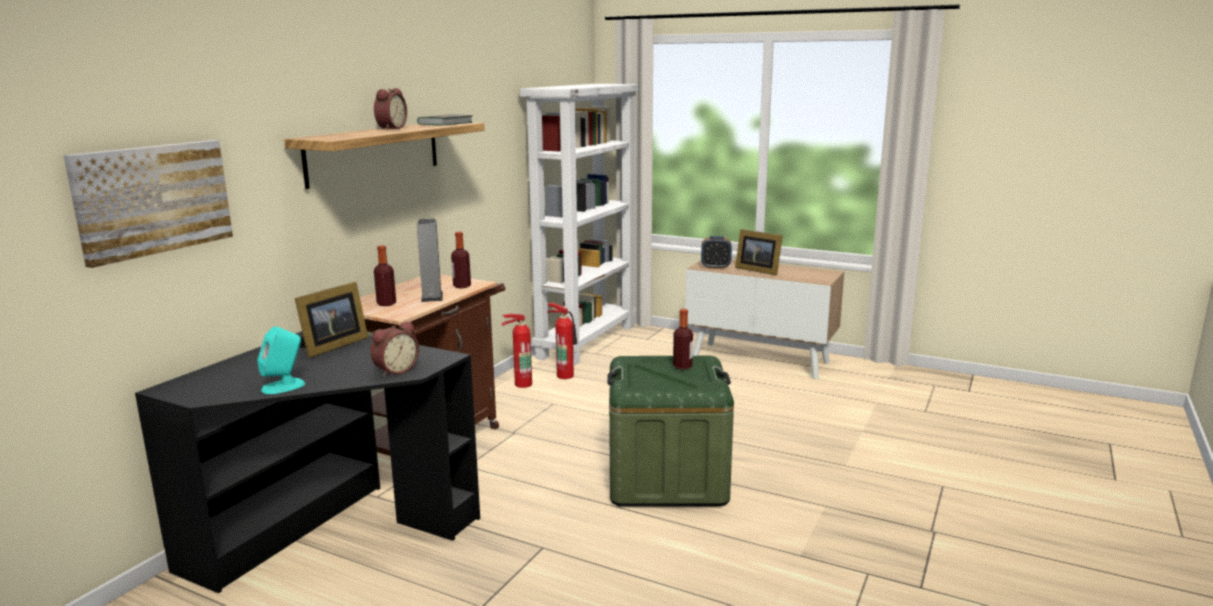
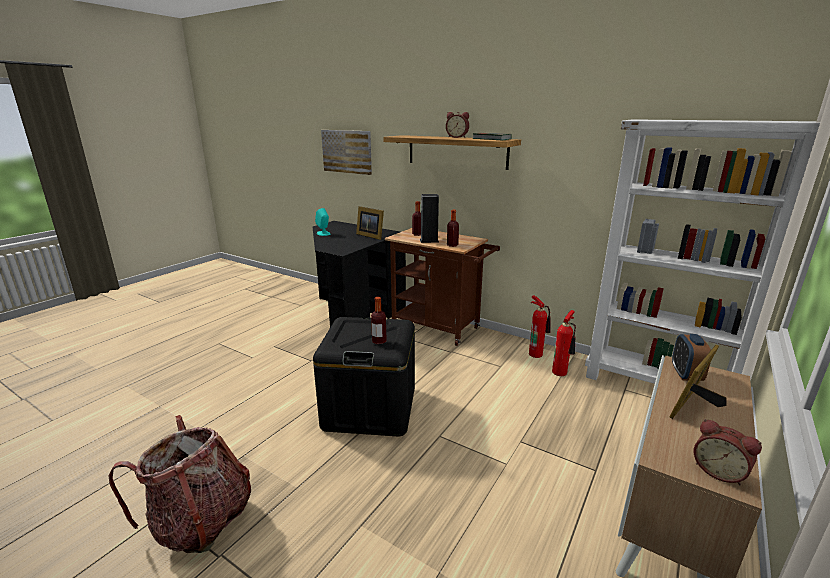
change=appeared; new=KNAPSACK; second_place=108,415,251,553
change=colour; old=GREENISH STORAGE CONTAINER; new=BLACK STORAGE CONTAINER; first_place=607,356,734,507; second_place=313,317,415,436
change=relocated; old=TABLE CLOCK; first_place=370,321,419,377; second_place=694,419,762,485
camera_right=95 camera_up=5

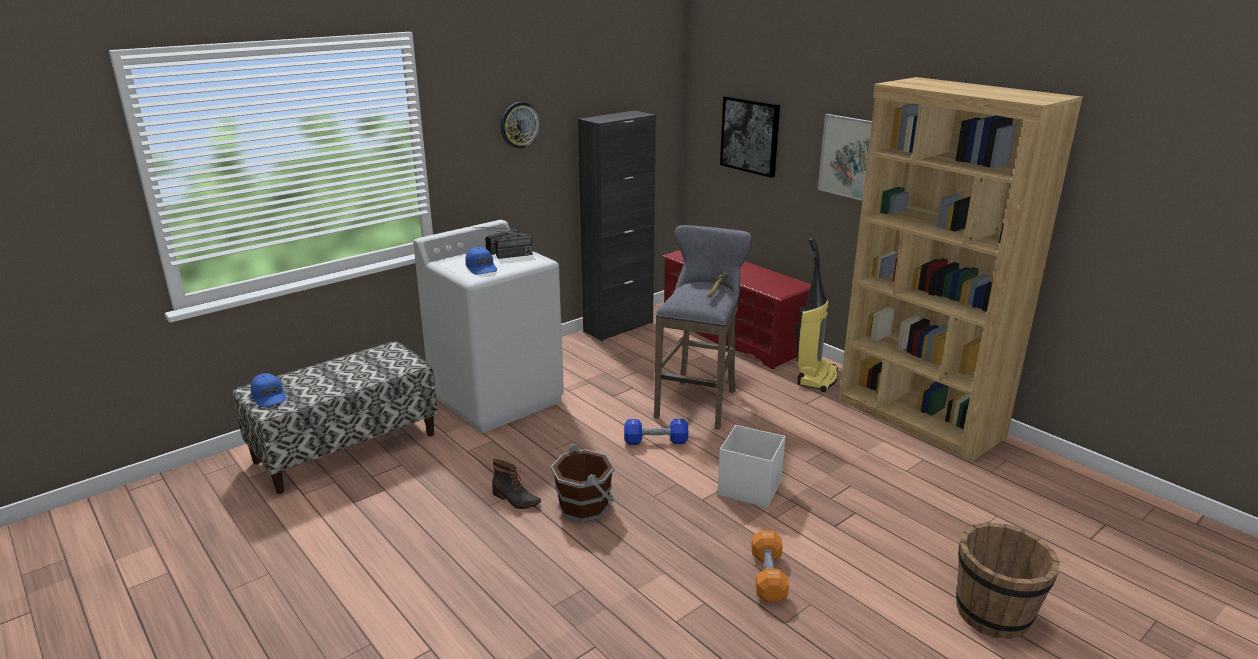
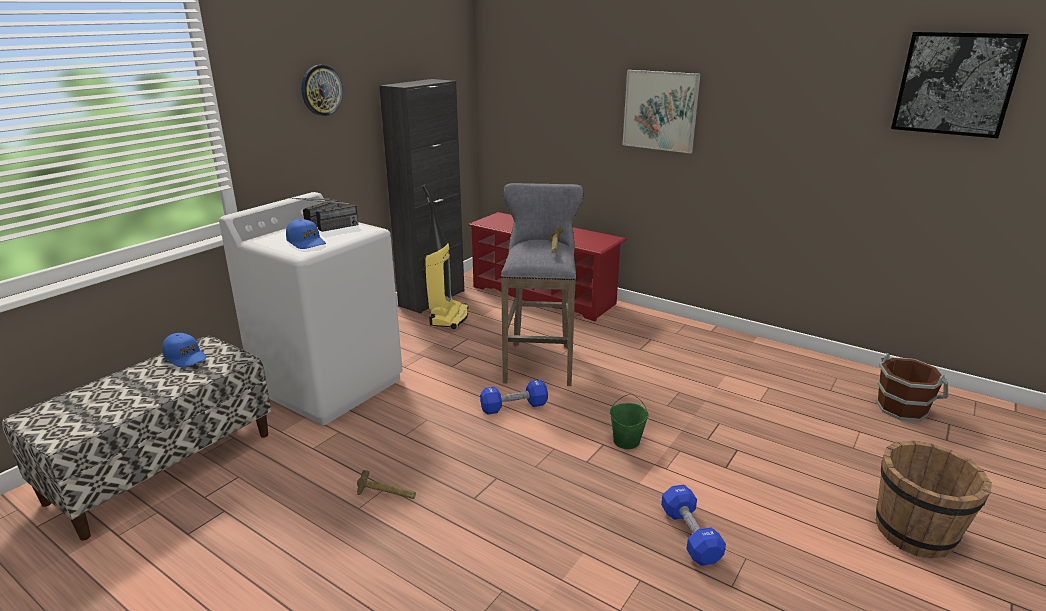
change=relocated; old=BLUE CAP; first_place=251,373,286,407; second_place=162,333,206,367
change=exchanged; old=HIGH-TOP BOOT; new=HAND HAMMER; first_place=492,459,541,509; second_place=357,470,416,499
change=relocated; old=VACUUM CLEANER; first_place=795,237,838,392; second_place=422,184,469,329
change=exchanged; old=WHITE STORAGE CONTAINER; new=GREENISH BUCKET; first_place=717,425,785,508; second_place=610,394,649,449
change=colour; old=ORANGE-COLOURED FREE WEIGHT; new=BLUE FREE WEIGHT; first_place=751,530,789,603; second_place=661,485,726,566
change=relocated; old=BROWNISH BUCKET; first_place=551,444,615,522; second_place=876,353,948,422
change=relocated; old=WALL ART; first_place=720,96,780,178; second_place=891,32,1029,138
change=missing; old=BROWNISH BOOKCASE; first_place=839,77,1082,462
camera_right=-15 camera_up=0

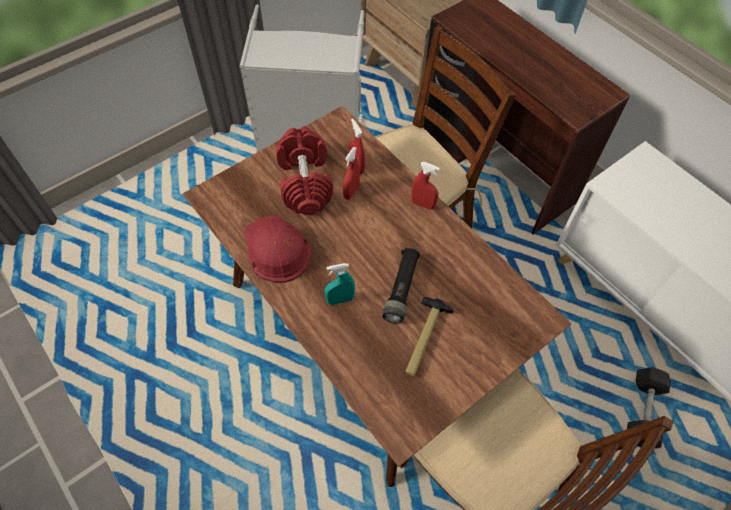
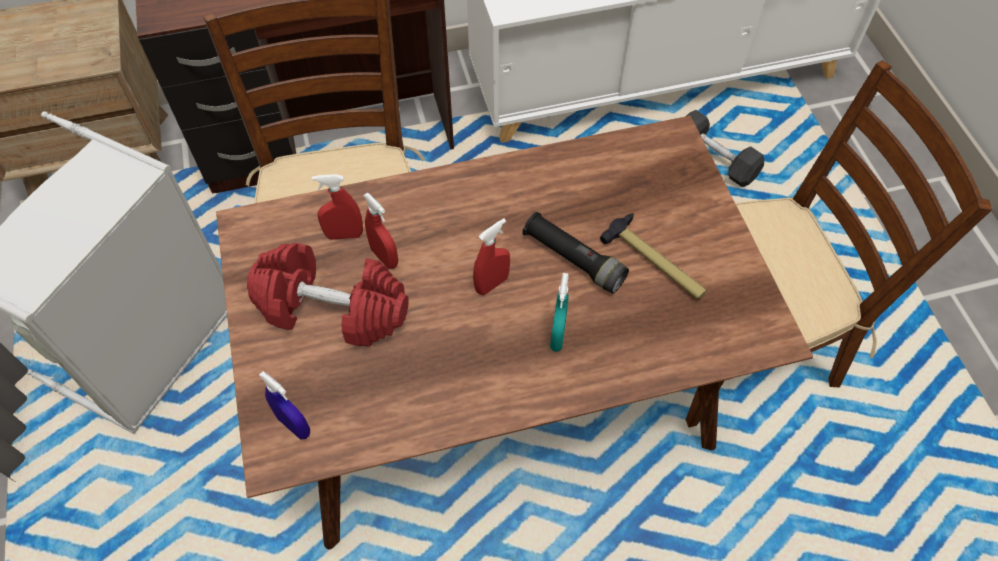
change=appeared; new=BLUE HAND SPRAYER; second_place=259,371,310,440
change=relocated; old=REDDISH HAND SPRAYER; first_place=411,162,440,210; second_place=473,218,510,295
change=missing; old=REDDISH SAFETY HELMET; first_place=244,215,311,283
camera_right=-65 camera_up=0

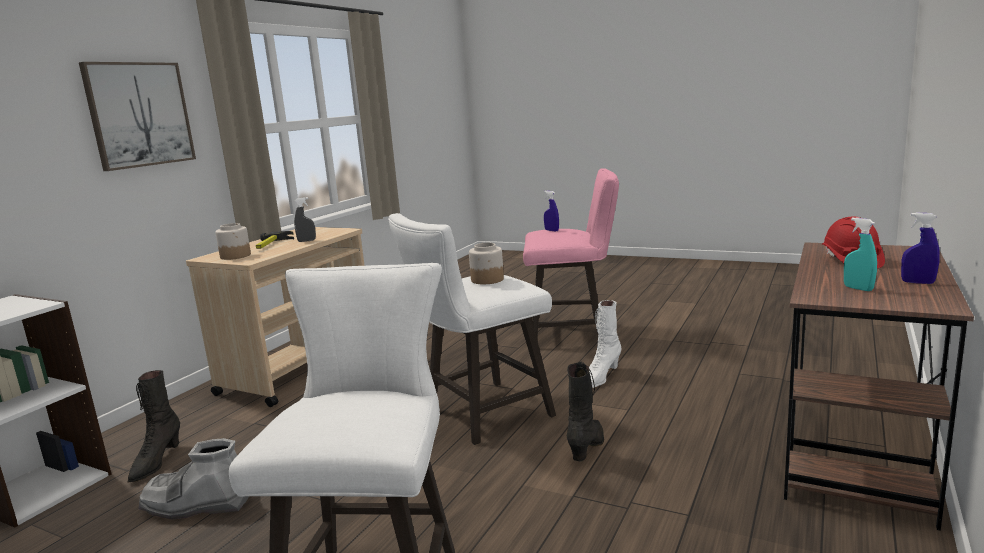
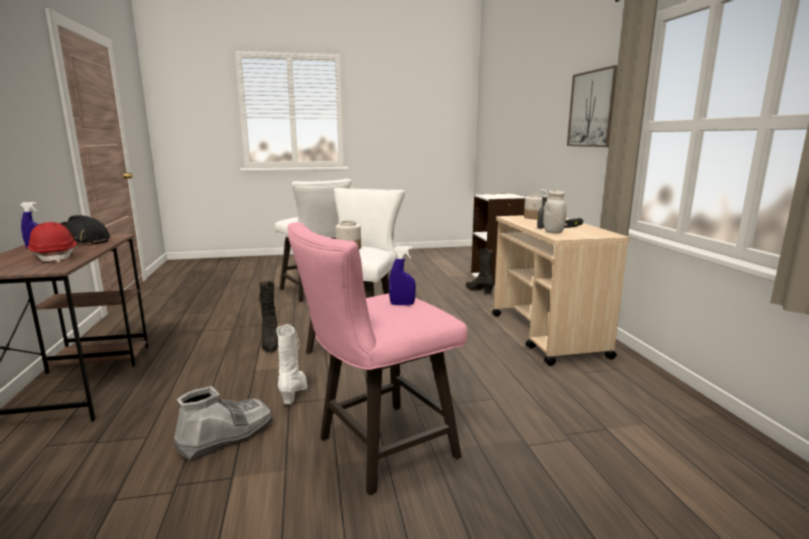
change=exchanged; old=TURQUOISE-COLOURED HAND SPRAYER; new=BLACK SAFETY HELMET; first_place=844,217,877,291; second_place=59,215,111,245
change=relocated; old=GRAY HIGH-TOP BOOT; first_place=139,438,249,519; second_place=173,386,273,461
change=appeared; new=WHITE STORAGE JAR; second_place=543,190,567,233
camera_right=140 camera_up=0

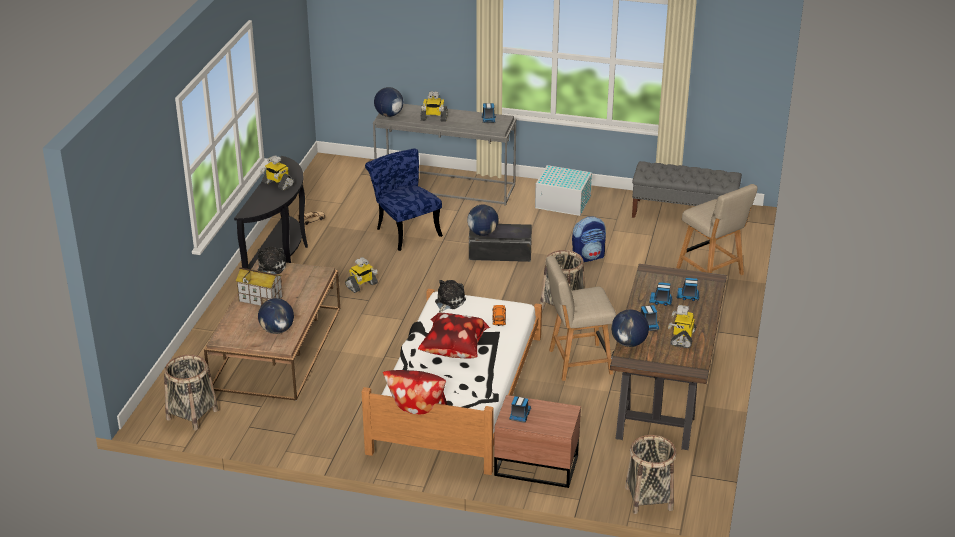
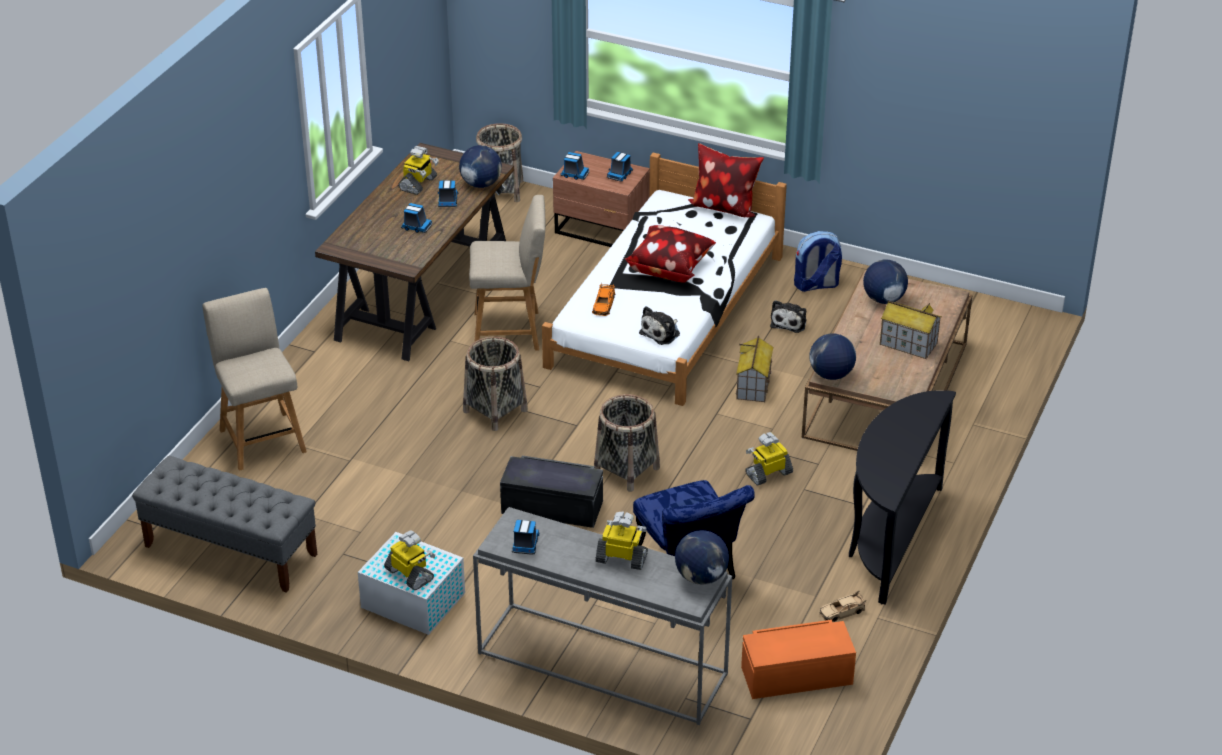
change=relocated; old=MODEL ROBOT; first_place=260,155,294,191; second_place=384,530,435,590
change=relocated; old=MODEL TRUCK; first_place=676,278,700,301; second_place=560,152,589,180
change=relocated; old=BASKET; first_place=164,355,218,430; second_place=594,394,660,492
change=appeared; new=MINIATURE HOUSE; second_place=736,336,773,402
change=appeared; new=ORANGE-COLOURED STORAGE CONTAINER; second_place=741,620,856,699
change=relocated; old=SOFT TOY; first_place=258,247,286,274; second_place=770,300,806,333
change=relocated; old=KNAPSACK; first_place=572,216,606,262; second_place=794,231,842,292
change=relocated; old=DESK GLOBE; first_place=467,204,499,236; second_place=809,333,856,380
camera_right=-170 camera_up=5

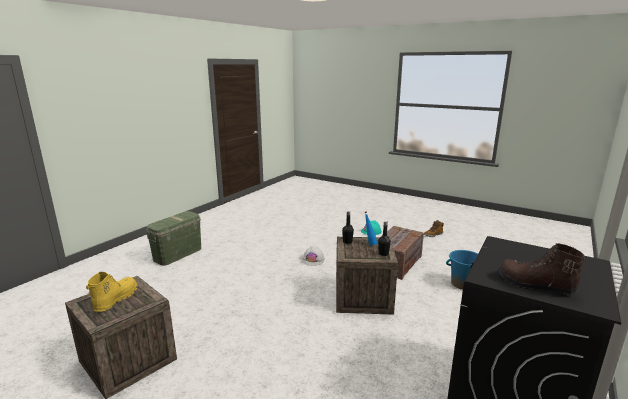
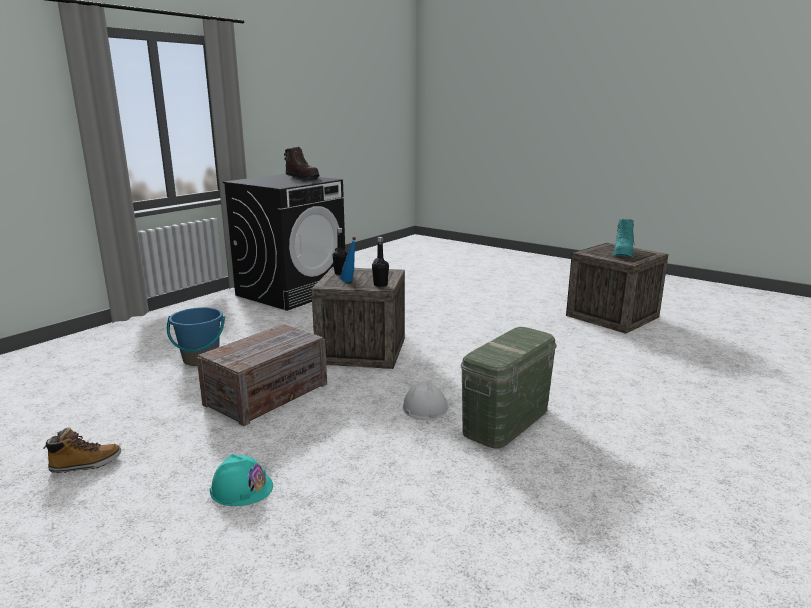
change=relocated; old=GREENISH STORAGE CONTAINER; first_place=146,211,201,266; second_place=461,327,557,449
change=colour; old=YELLOW-COLOURED HIGH-TOP BOOT; new=TURQUOISE-COLOURED HIGH-TOP BOOT; first_place=86,272,137,312; second_place=613,219,635,257
camera_right=-175 camera_up=0

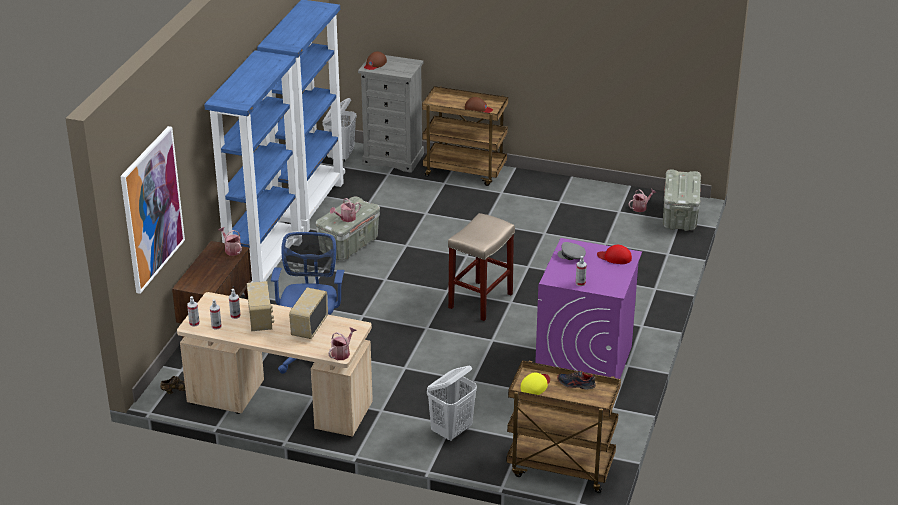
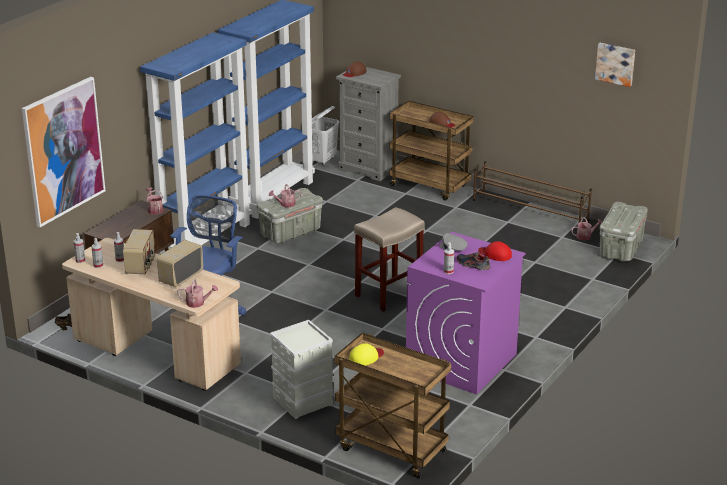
change=spun; old=SPRINKLING CAN; first_place=329,327,357,360; second_place=177,279,218,308; degrees=45
change=exchanged; old=WHITE HAMPER; new=GRAY STORAGE CONTAINER; first_place=427,366,477,441; second_place=270,320,333,419
change=relocated; old=LOW SHOE; first_place=557,371,596,389; second_place=457,252,490,270
change=appeared; new=BROWNISH SHOE RACK; second_place=473,161,592,223
change=appeared; new=WALL ART; second_place=595,43,635,87
camera_right=15 camera_up=-5

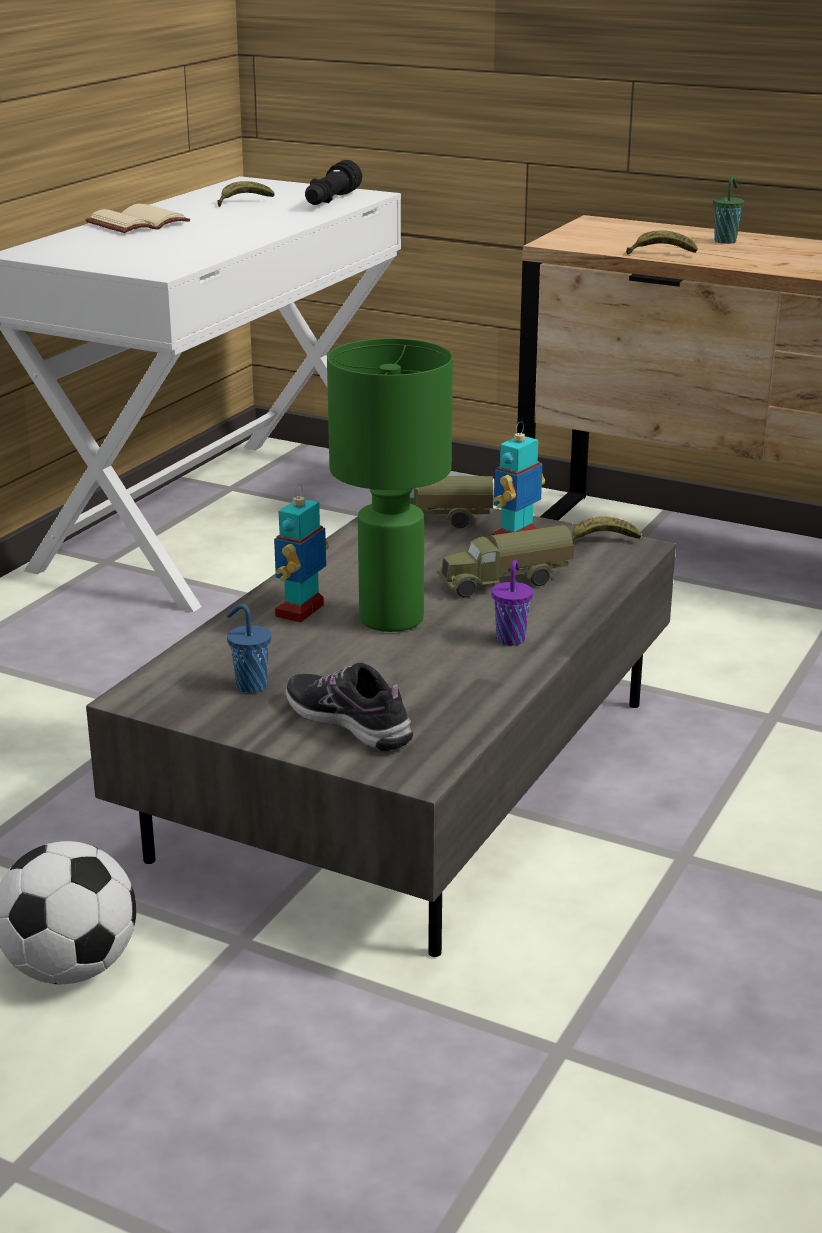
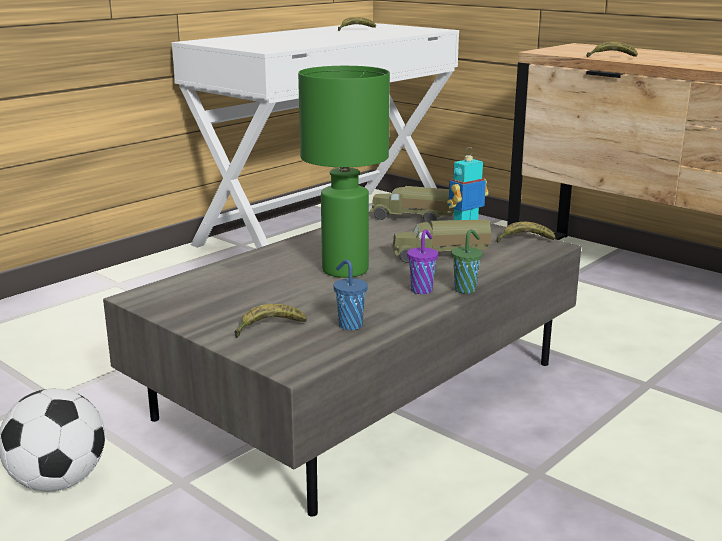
change=exchanged; old=LOW SHOE; new=WHOLE BANANA; first_place=285,663,413,751; second_place=235,304,307,338
change=relocated; old=BLUE DRINKING CUP; first_place=227,604,271,693; second_place=333,260,368,330
change=relocated; old=GREENISH DRINKING CUP; first_place=713,176,745,244; second_place=451,229,483,294
change=missing; old=BEIGE-COLOURED BOOK; first_place=86,204,190,233
change=missing; old=MODEL ROBOT; first_place=274,484,329,622
change=missing; old=BLACK TORCH; first_place=305,160,362,205
camera_right=15 camera_up=-5

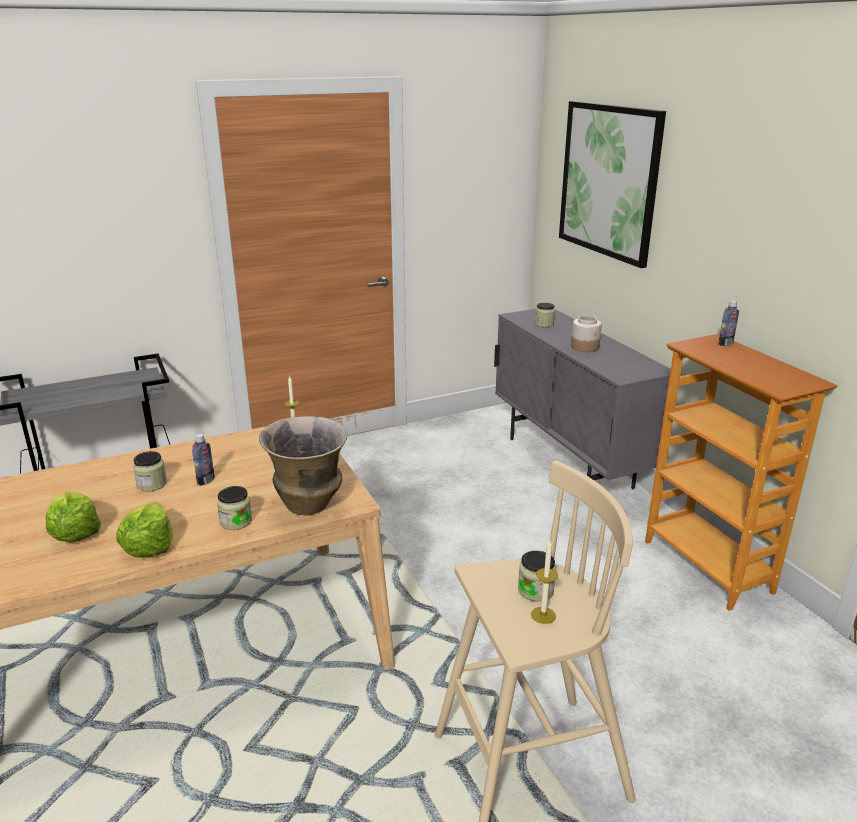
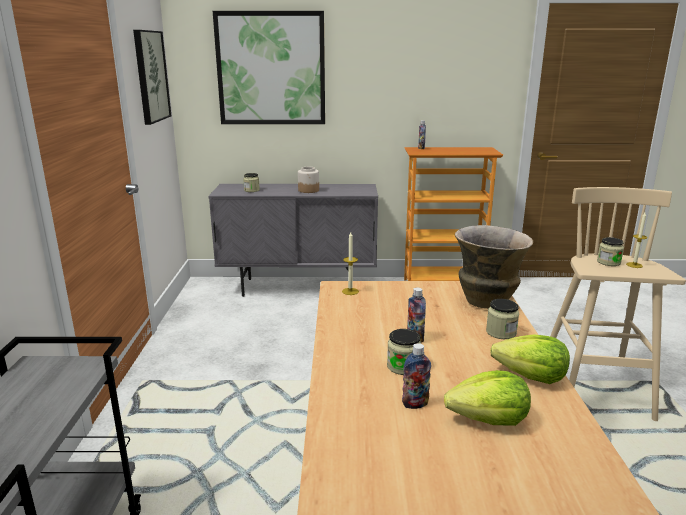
change=appeared; new=WALL ART; second_place=133,30,171,125
change=appeared; new=DRINK BOTTLE; second_place=402,343,431,409
camera_right=-65 camera_up=-5

